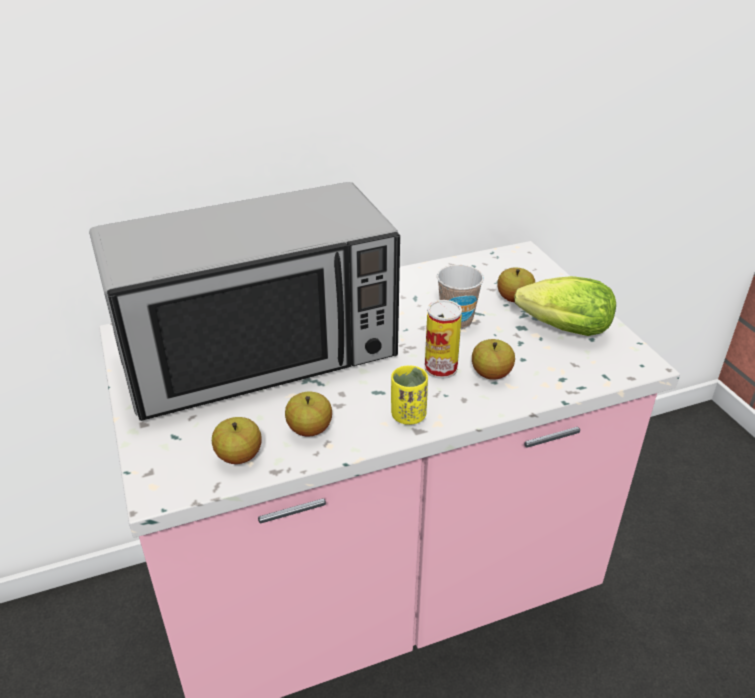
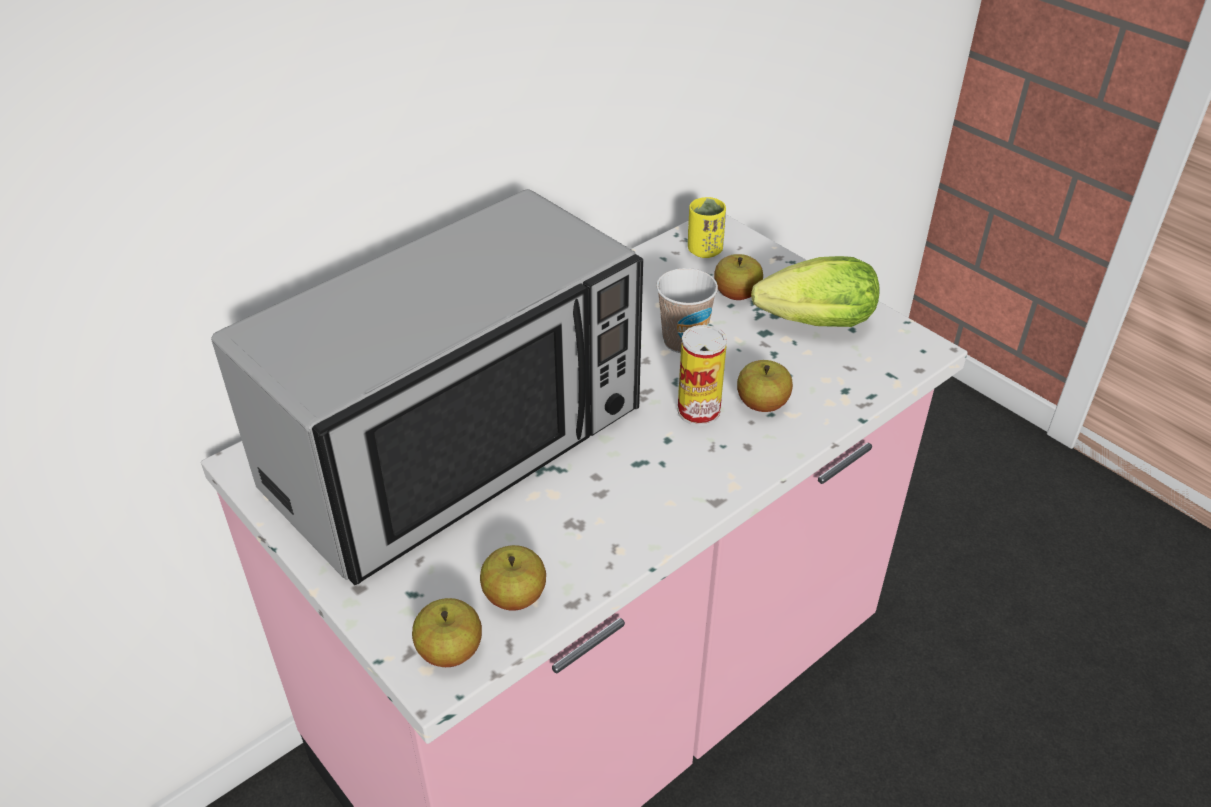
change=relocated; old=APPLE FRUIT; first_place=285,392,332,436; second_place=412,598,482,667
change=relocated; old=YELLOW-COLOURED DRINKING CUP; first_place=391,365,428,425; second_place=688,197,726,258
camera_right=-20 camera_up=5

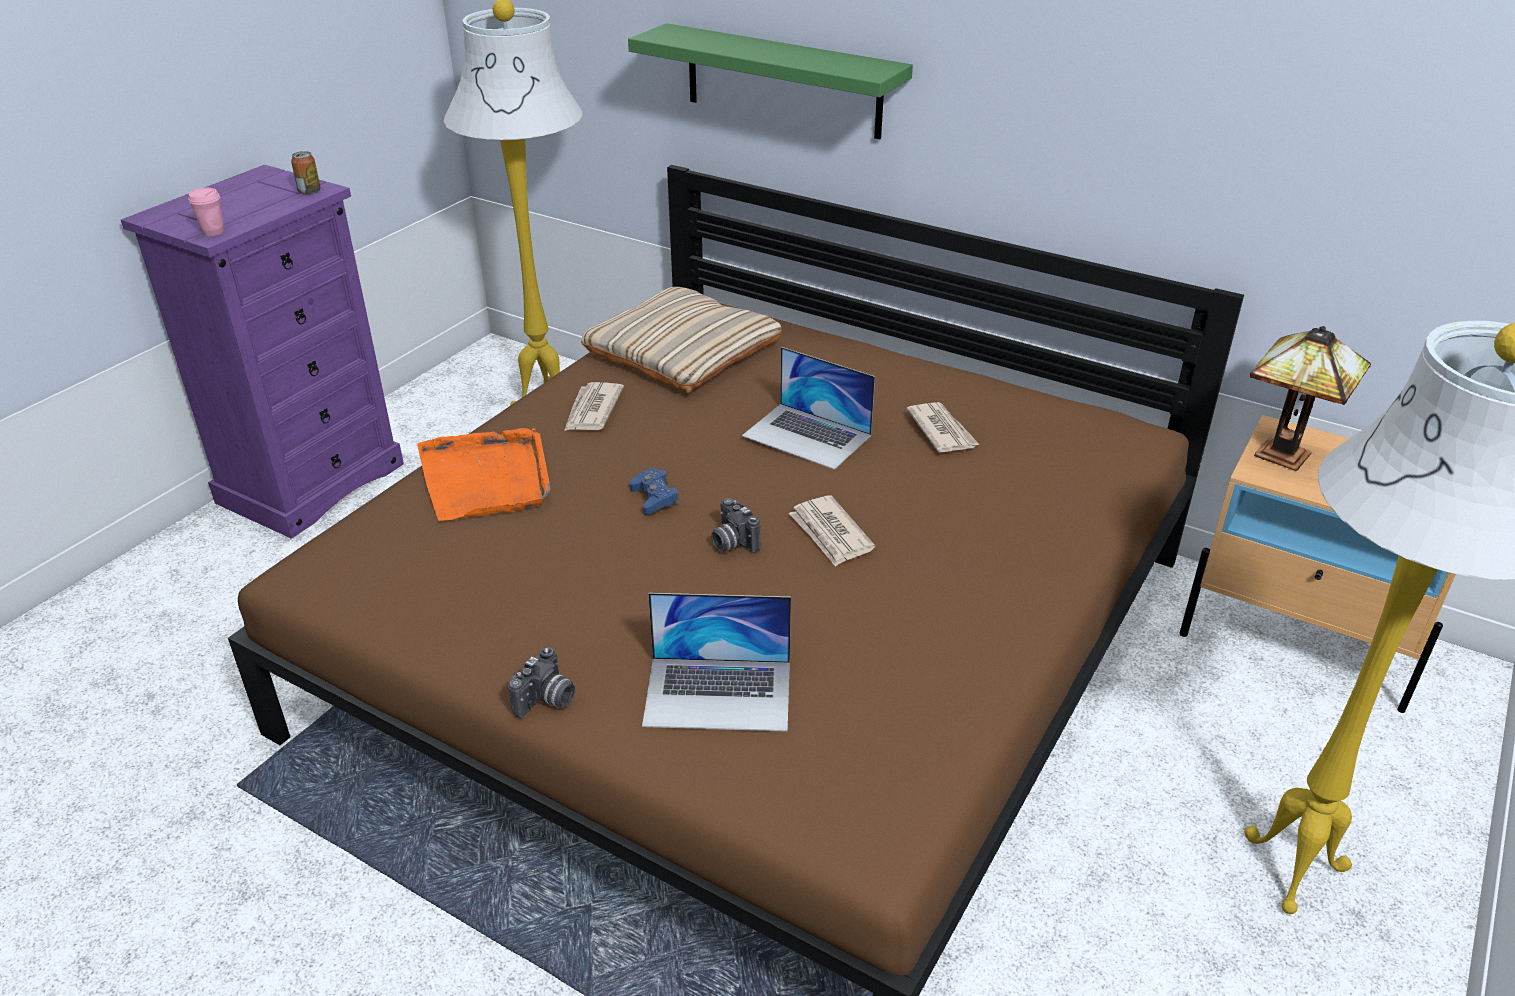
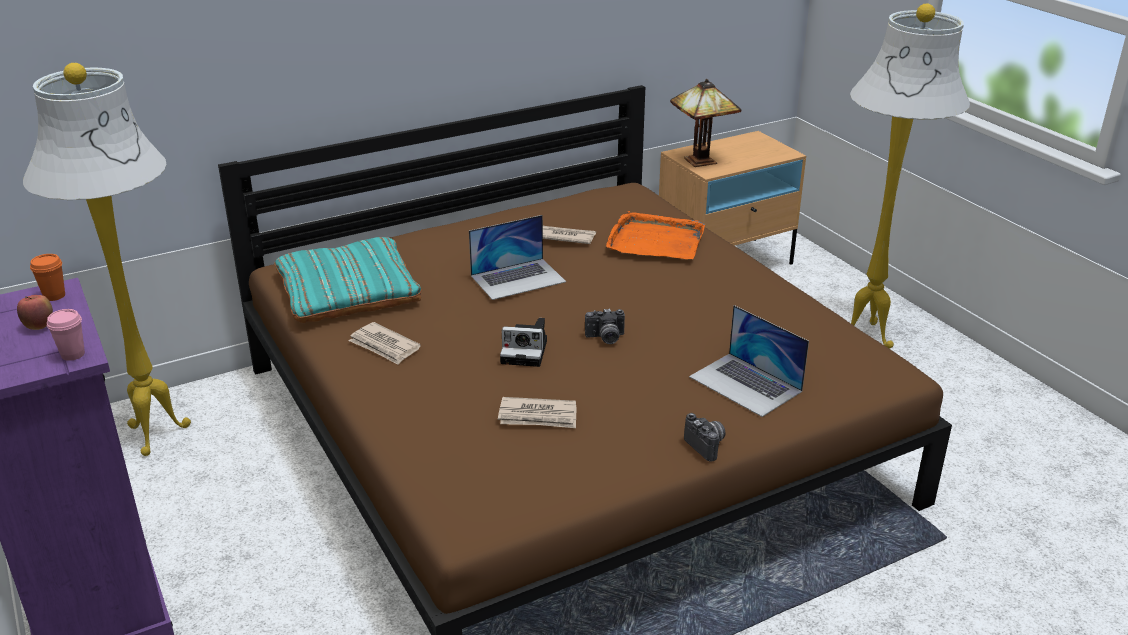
change=appeared; new=APPLE FRUIT; second_place=17,295,53,330
change=exchanged; old=CAN; new=ORANGE-COLOURED DRINKING CUP; first_place=291,151,321,195; second_place=30,254,65,301
change=colour; old=BEIGE-COLOURED CUSHION; new=TURQUOISE-COLOURED CUSHION; first_place=581,287,782,393; second_place=274,237,422,323
change=relocated; old=DAILY PAPER; first_place=789,495,875,567; second_place=498,397,577,428
change=exchanged; old=BLUE JOYPAD; new=STILL CAMERA; first_place=630,469,679,515; second_place=500,318,547,367
change=relocated; old=ORANGE-COLOURED SERVING TRAY; first_place=417,428,551,521; second_place=606,211,705,259
change=spun; old=LAPTOP; first_place=642,593,791,732; second_place=689,305,809,417; degrees=105
change=missing; old=GREENISH WALL SHELF; first_place=628,23,913,139
camera_right=-60 camera_up=-5

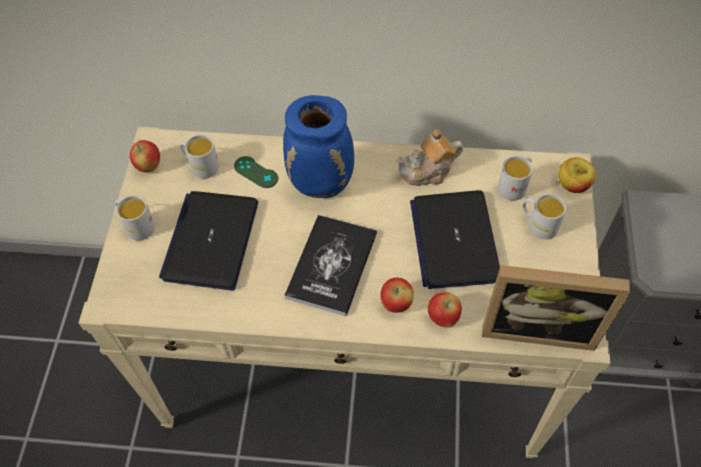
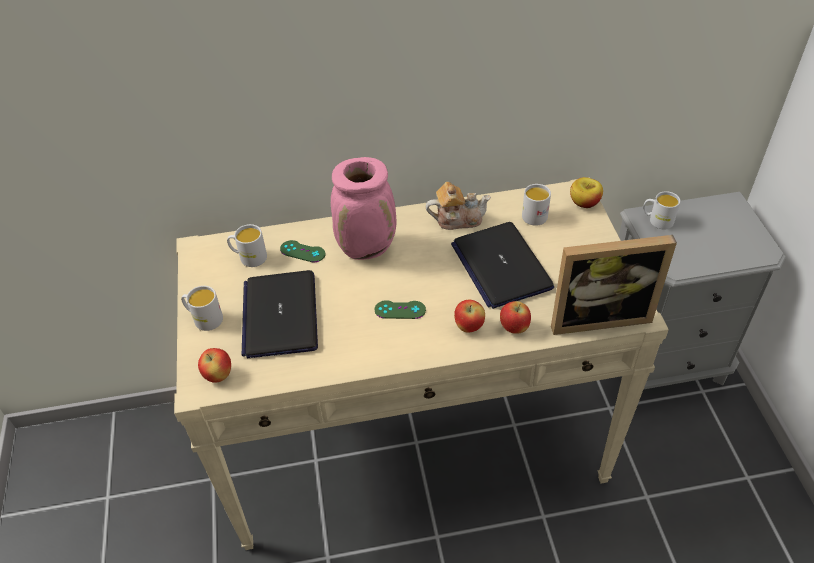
change=relocated; old=APPLE FRUIT; first_place=130,140,160,172; second_place=198,348,231,383
change=colour; old=BLUE FLOWER VASE; new=PINK-COLOURED FLOWER VASE; first_place=283,95,354,198; second_place=331,157,396,260
change=exchanged; old=BOOK; new=GREENISH JOYPAD; first_place=285,215,377,316; second_place=375,300,426,319
change=spun; old=POT FOR TEA; first_place=396,129,463,186; second_place=426,182,491,230; degrees=-150
change=relocated; old=WHITE COFFEE MUG; first_place=523,194,566,239; second_place=643,191,680,229
camera_right=-15 camera_up=-10

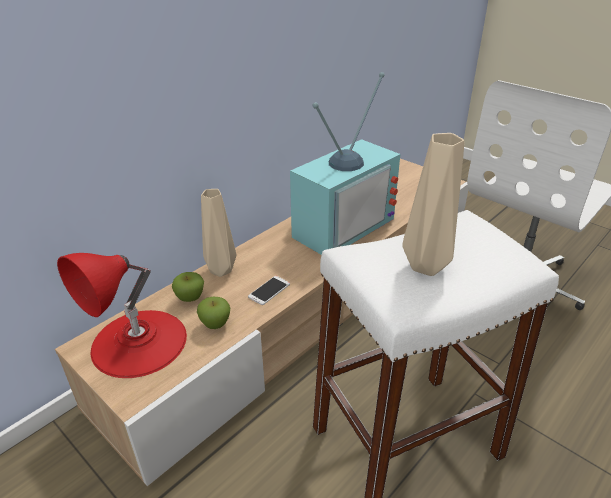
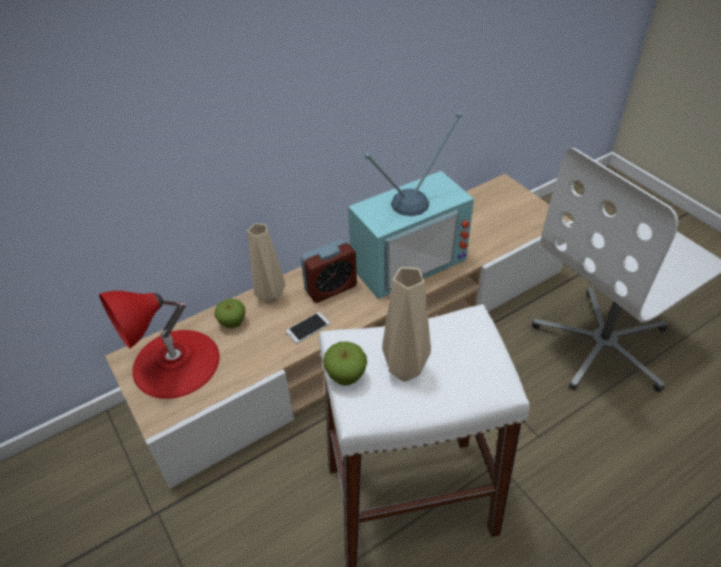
change=appeared; new=TABLE CLOCK; second_place=301,239,357,303
change=relocated; old=APPLE FRUIT; first_place=197,297,230,329; second_place=323,342,367,386
camera_right=15 camera_up=10

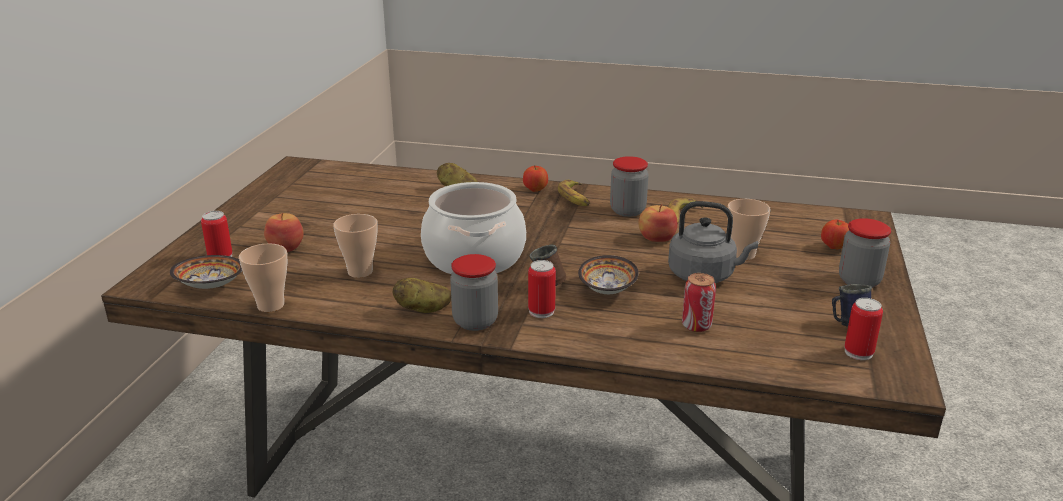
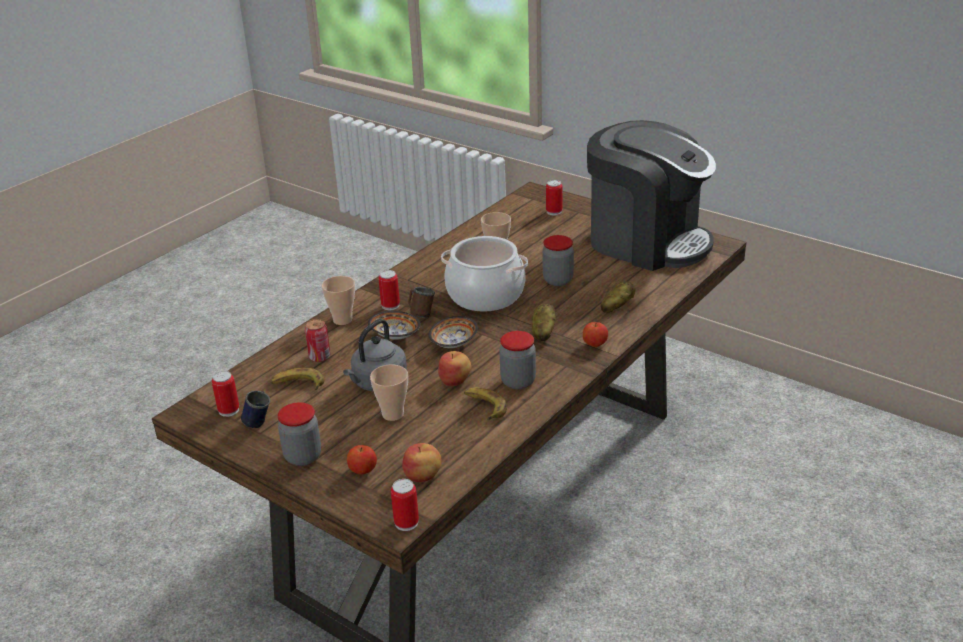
change=relocated; old=WHOLE BANANA; first_place=558,180,590,206; second_place=270,368,324,390
change=relocated; old=DRINKING CUP; first_place=239,243,287,312; second_place=322,276,355,325
change=appeared; new=CAN; second_place=391,479,419,531
change=relocated; old=APPLE FRUIT; first_place=264,213,304,252; second_place=402,443,442,482
change=relocated; old=BOWL; first_place=170,255,242,289; second_place=429,316,478,348
change=relocated; old=POTATO; first_place=393,278,451,313; second_place=532,304,556,341
change=relocated; old=STORAGE JAR; first_place=450,254,498,331; second_place=542,235,574,286
change=appeared; new=COFFEE MAKER; second_place=587,120,716,271
camera_right=115 camera_up=5

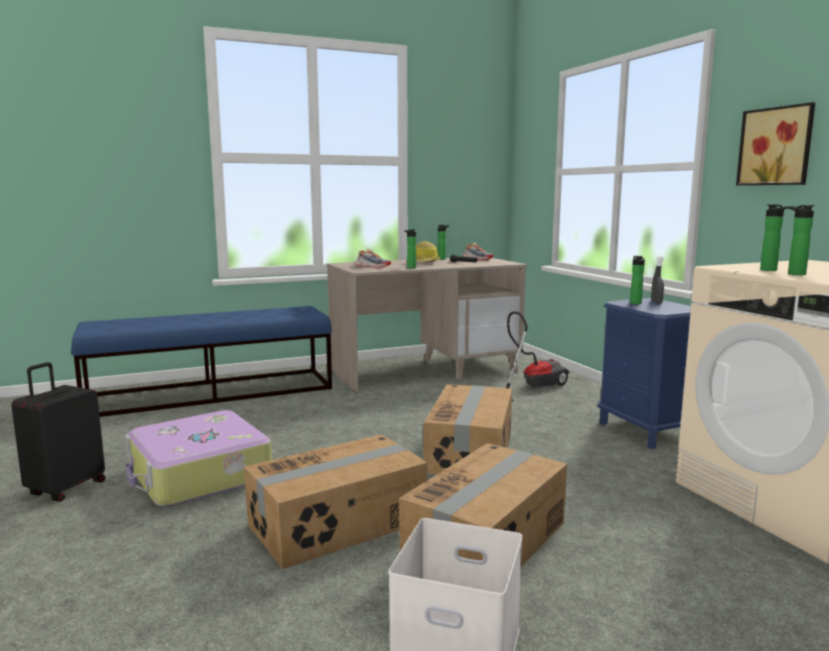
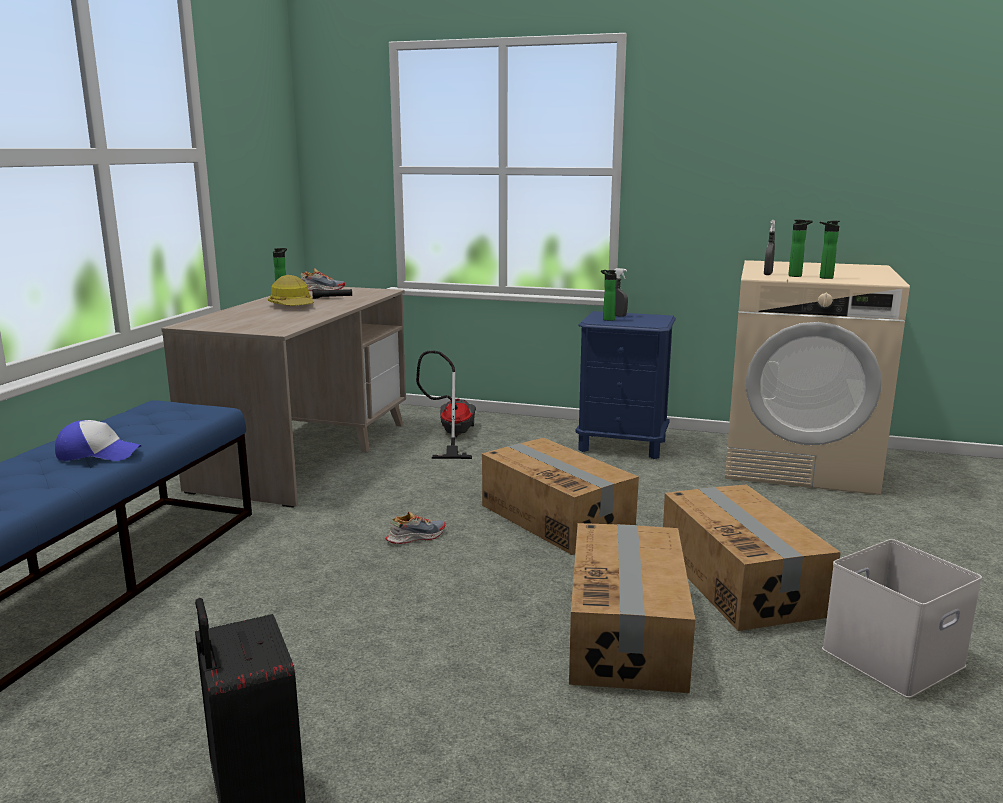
change=appeared; new=CAP; second_place=55,420,141,461
change=relocated; old=LOW SHOE; first_place=355,248,391,268; second_place=385,512,445,544
change=appeared; new=GRAY HAND SPRAYER; second_place=764,220,775,275
change=missing; old=PIECE OF LUGGAGE; first_place=125,410,272,507
change=missing; old=DRINK BOTTLE; first_place=404,229,416,269
change=missing; old=WALL ART; first_place=736,102,815,185
camera_right=-50 camera_up=5

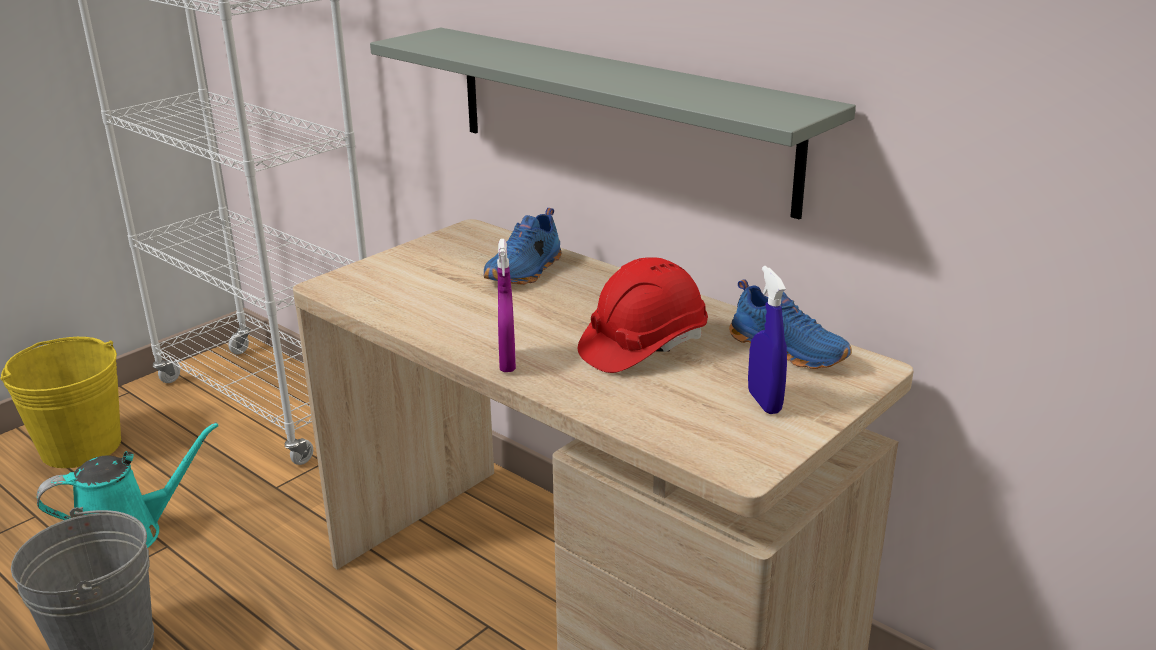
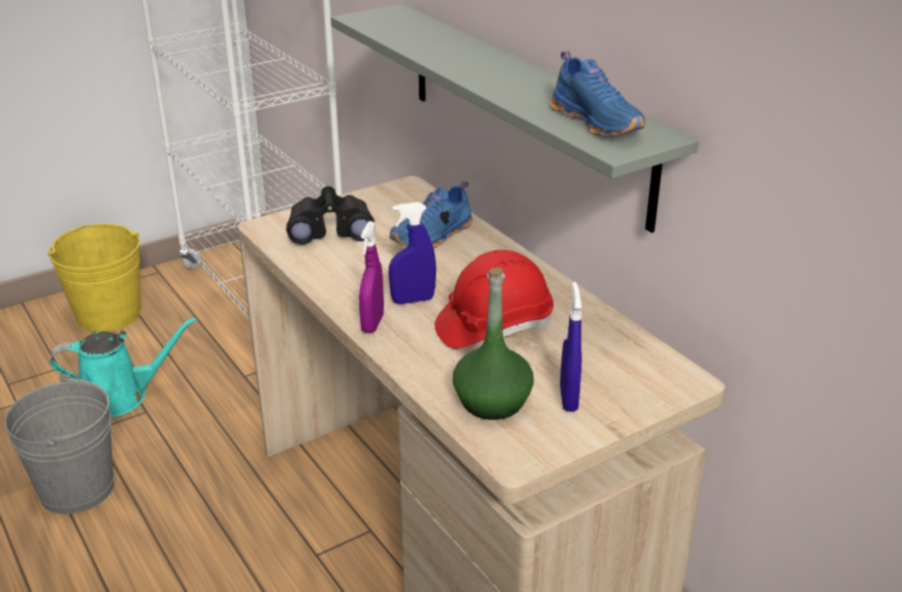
change=appeared; new=BLACK FIELD GLASSES; second_place=286,186,375,245
change=appeared; new=BLUE HAND SPRAYER; second_place=388,202,436,304
change=appeared; new=GREENISH DRINK BOTTLE; second_place=453,267,534,420
change=relocated; old=BLUE LOW SHOE; first_place=729,279,852,369; second_place=550,51,645,137
camera_right=15 camera_up=5

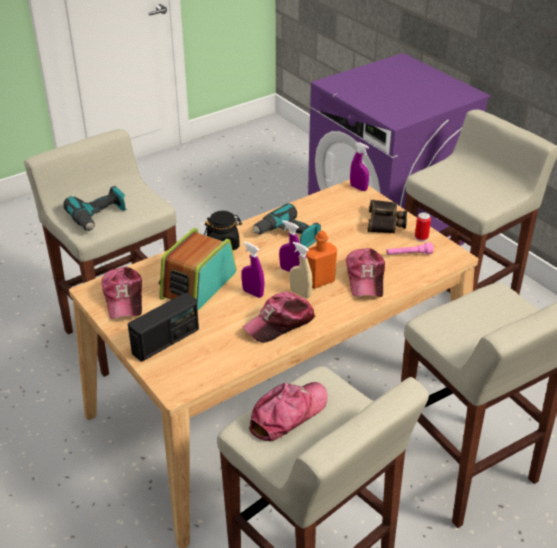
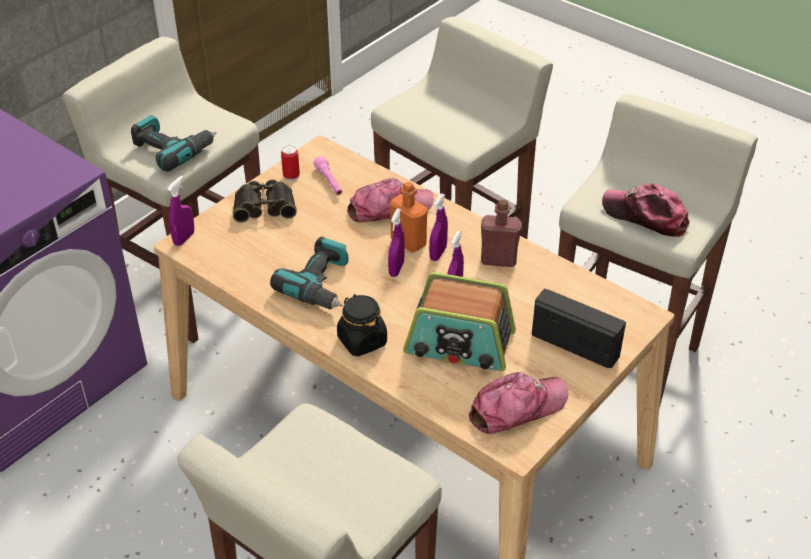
change=relocated; old=POWER DRILL; first_place=63,186,127,231; second_place=131,115,216,172
change=colour; old=BEIGE-COLOURED HAND SPRAYER; new=PURPLISH HAND SPRAYER; first_place=290,242,312,298; second_place=429,193,448,261
change=exchanged; old=CAP; new=REDDISH DRINK BOTTLE; first_place=243,292,315,343; second_place=481,200,522,267
camera_right=-105 camera_up=5

